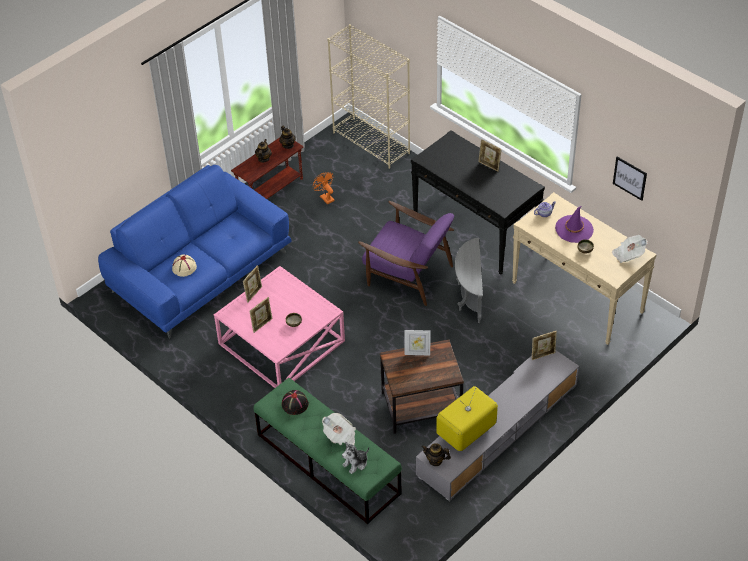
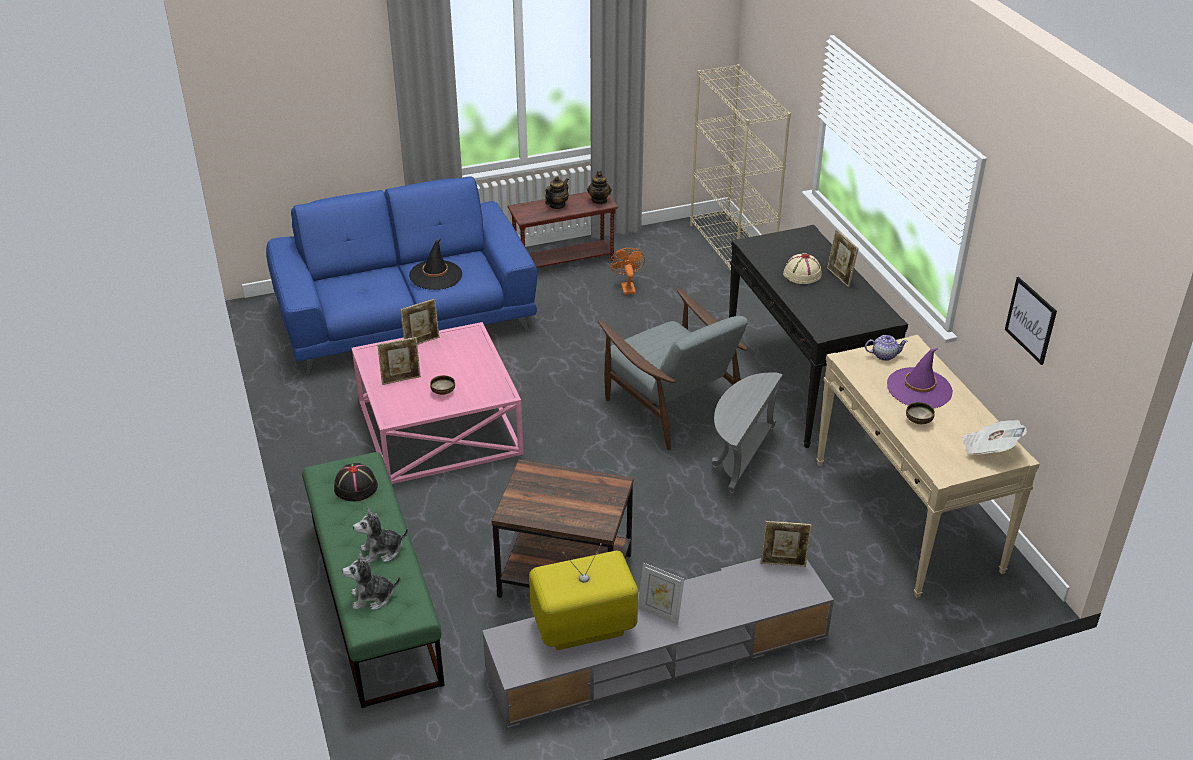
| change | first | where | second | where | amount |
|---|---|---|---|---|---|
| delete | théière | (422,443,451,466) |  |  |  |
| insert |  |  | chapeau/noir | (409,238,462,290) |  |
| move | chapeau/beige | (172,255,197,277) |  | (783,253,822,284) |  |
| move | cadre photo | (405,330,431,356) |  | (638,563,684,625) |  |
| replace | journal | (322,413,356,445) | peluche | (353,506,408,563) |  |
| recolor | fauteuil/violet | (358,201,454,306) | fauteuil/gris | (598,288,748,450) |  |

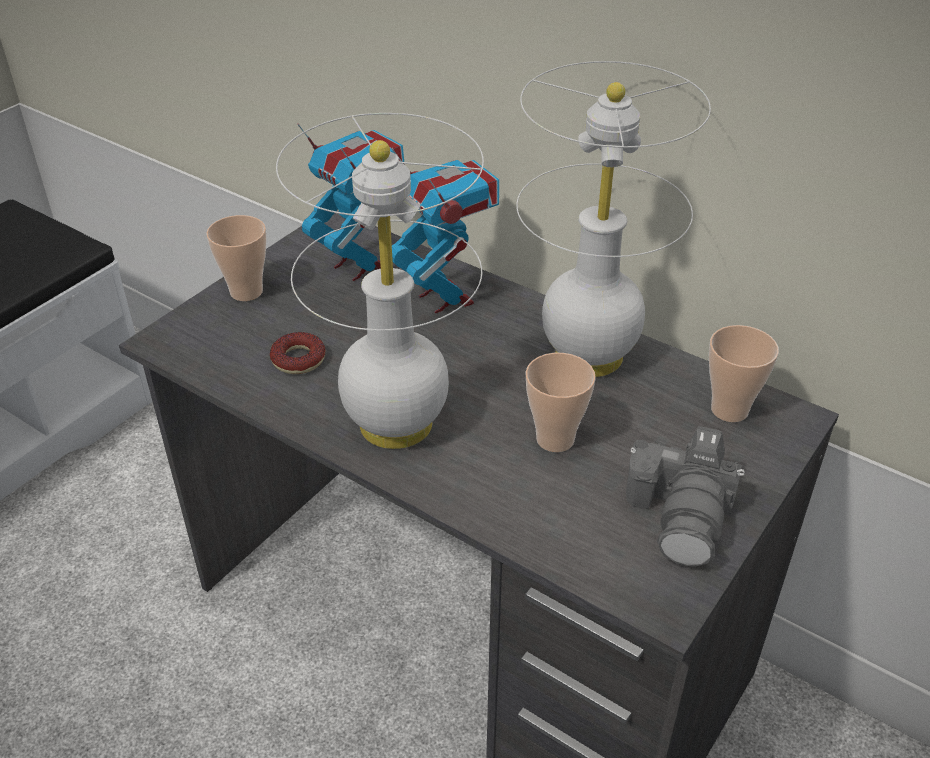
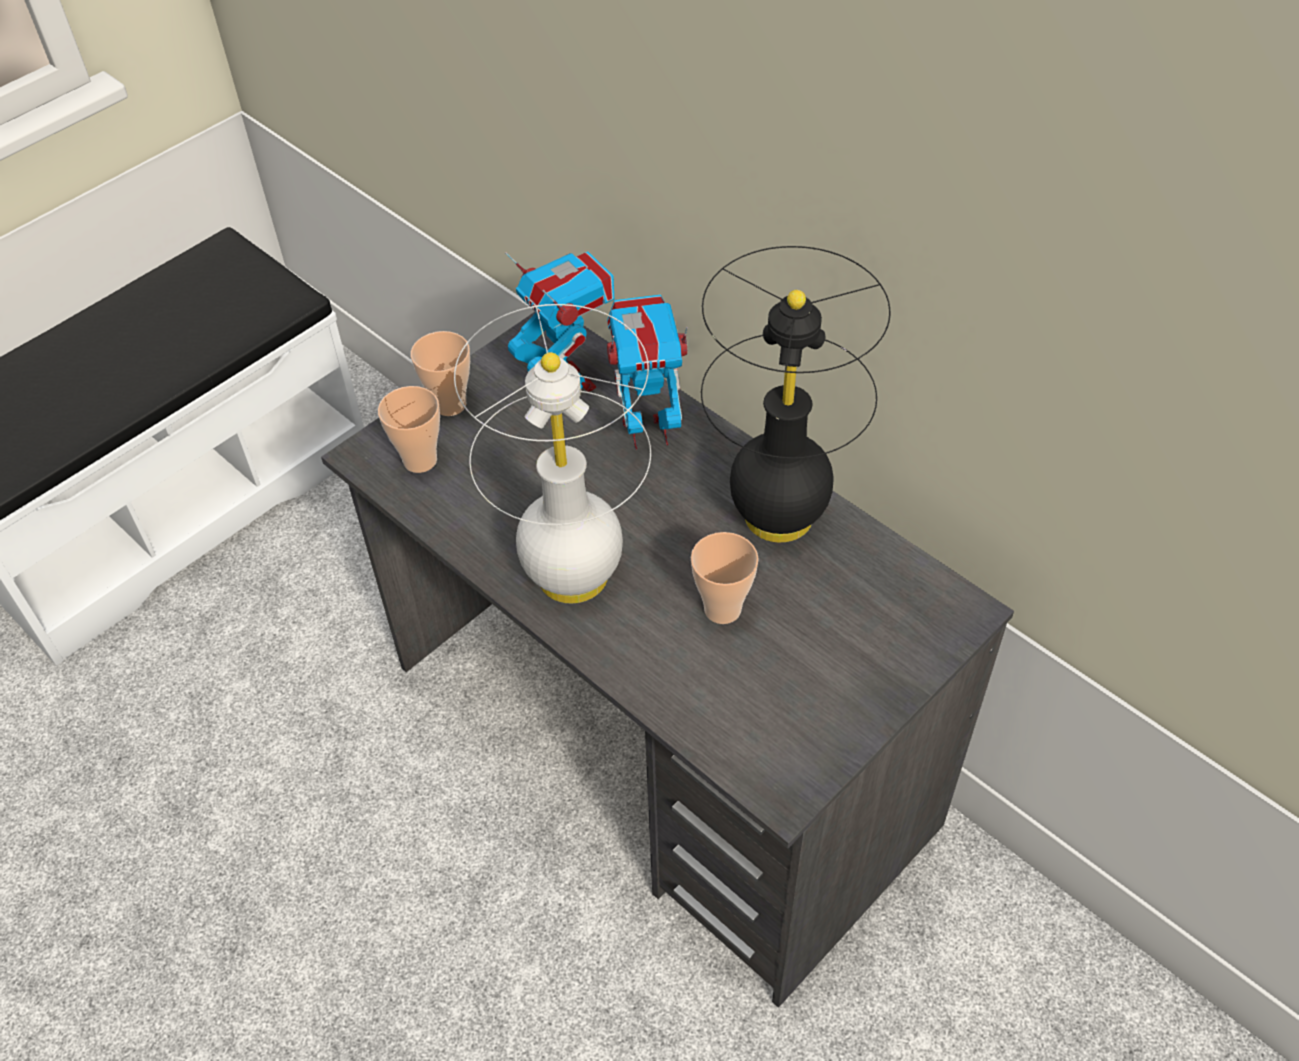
| change | first | where | second | where | amount |
|---|---|---|---|---|---|
| delete | beignet | (270,332,325,374) |  |  |  |
| delete | appareil photo | (626,426,745,567) |  |  |  |
| move | tasse | (709,325,779,422) |  | (378,386,440,473) |  |
| recolor | lampe de table/blanc | (516,61,711,377) | lampe de table/noir | (701,246,891,542) |  |
| rotate | robot jouet | (391,148,499,313) |  | (607,295,688,450) | 75 degrees counterclockwise |

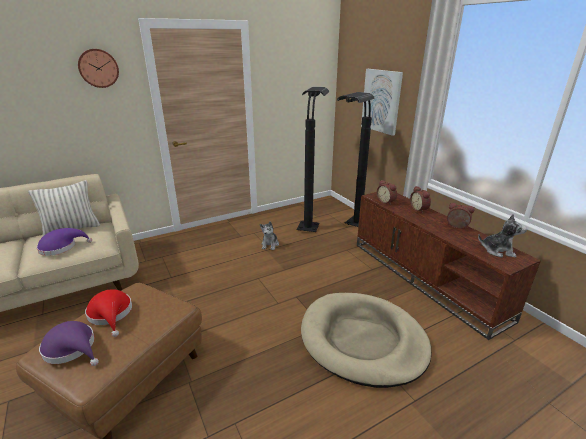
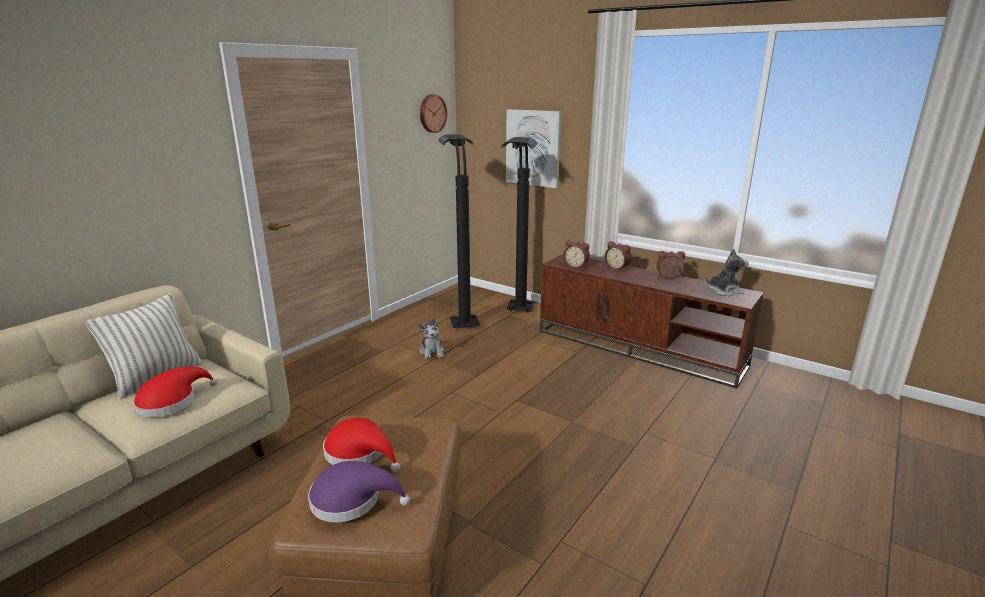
| change | first | where | second | where | amount |
|---|---|---|---|---|---|
| delete | panier pour chien/beige | (301,293,431,388) |  |  |  |
| move | horloge murale | (78,49,119,88) |  | (420,94,447,133) |  |
| recolor | chapeau/violet | (37,228,92,256) | chapeau/rouge | (133,366,218,417) |  |

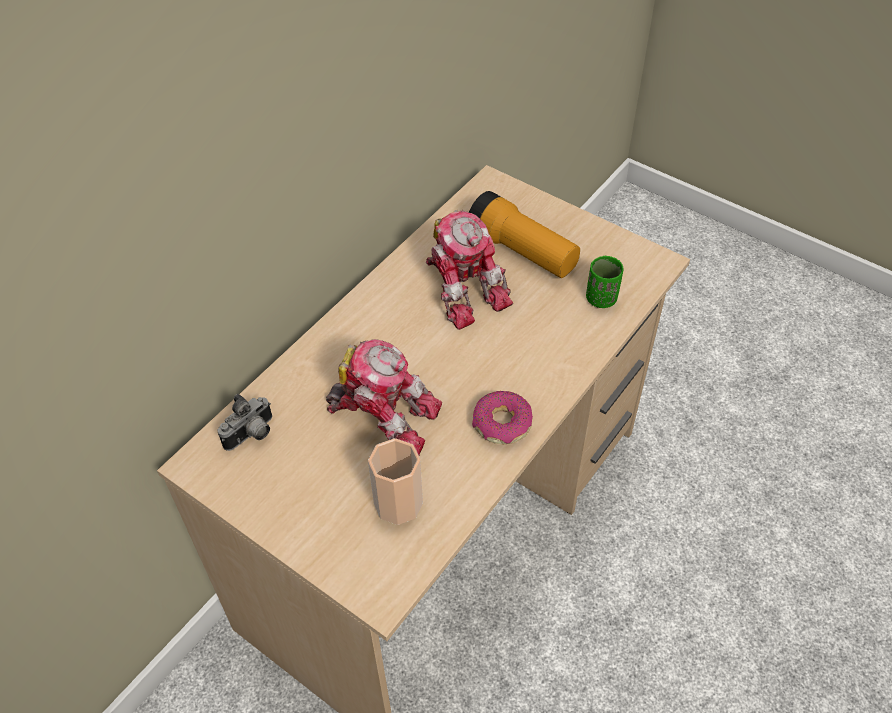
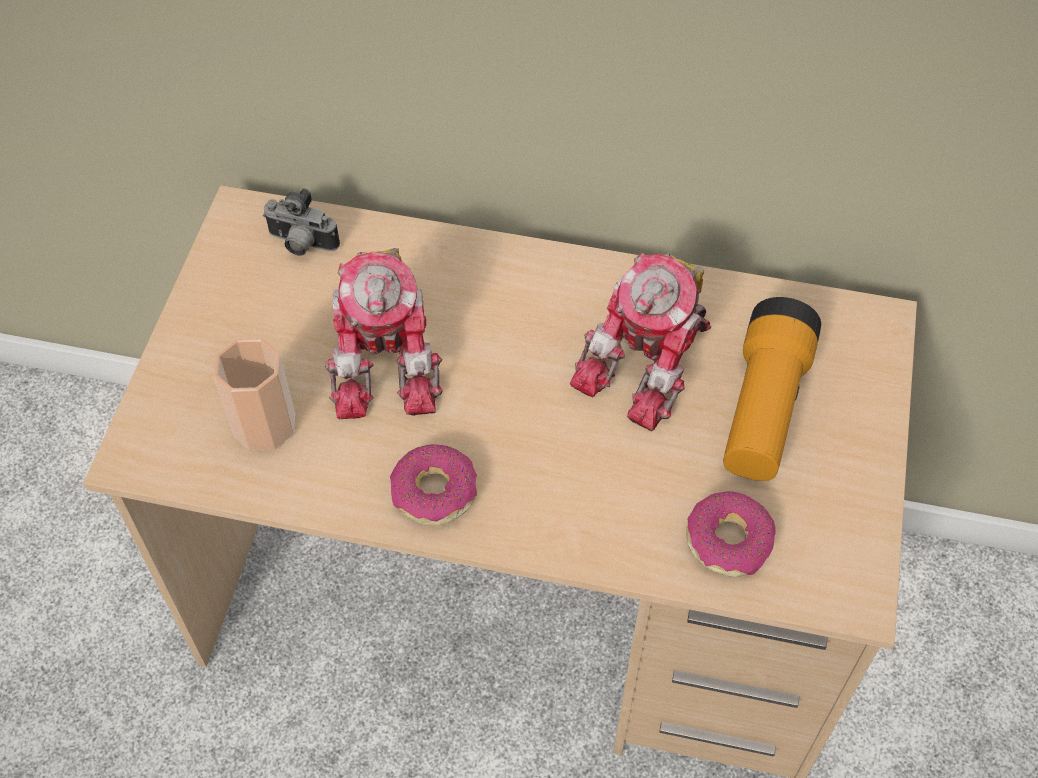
| change | first | where | second | where | amount |
|---|---|---|---|---|---|
| replace | tasse/vert | (586,255,624,308) | beignet | (686,491,776,577) |  |

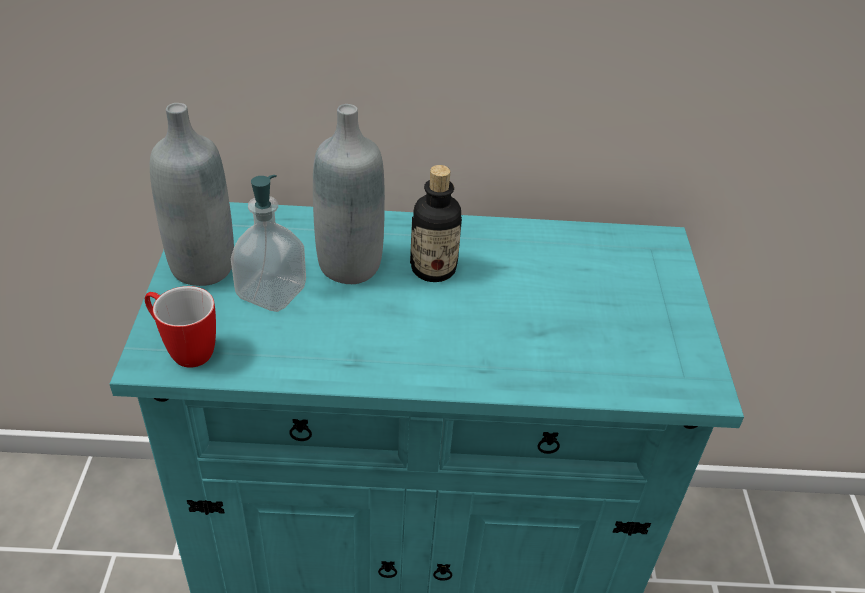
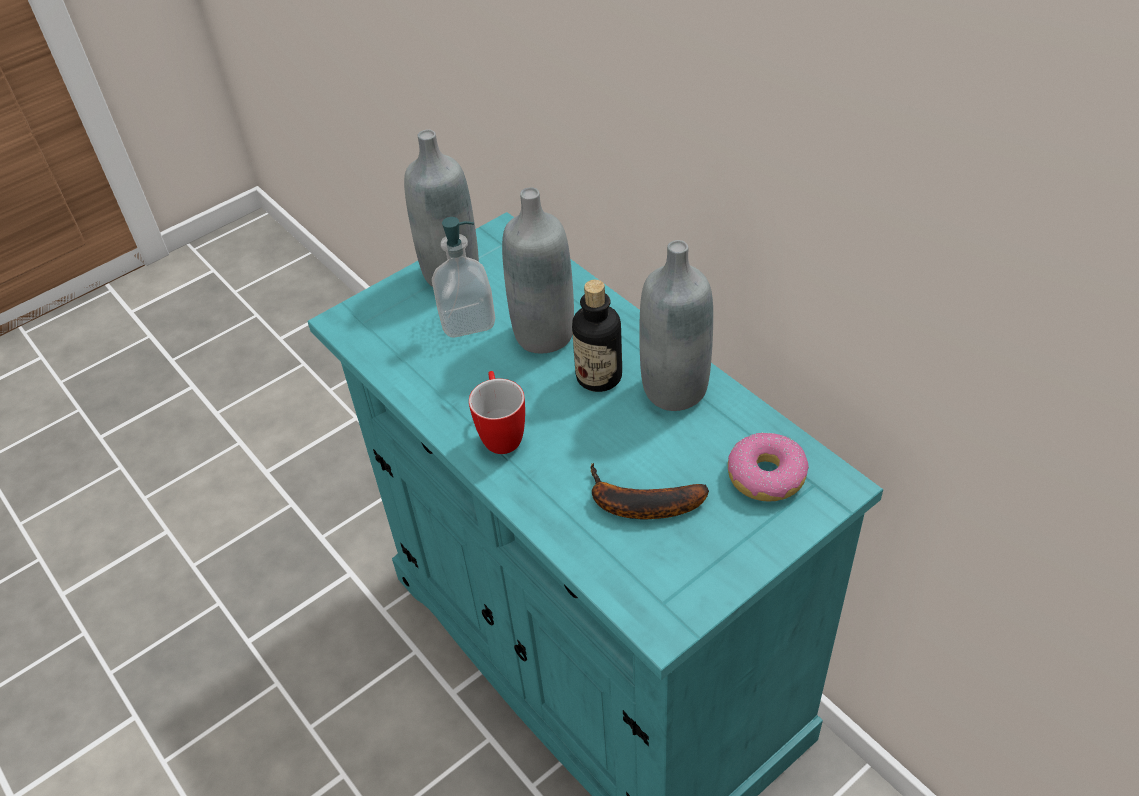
| change | first | where | second | where | amount |
|---|---|---|---|---|---|
| insert |  |  | banane | (591,463,709,519) |  |
| insert |  |  | bouteille/gris | (639,240,713,411) |  |
| insert |  |  | beignet | (728,432,809,502) |  |
| move | mug | (145,286,216,368) |  | (469,371,525,454) |  |

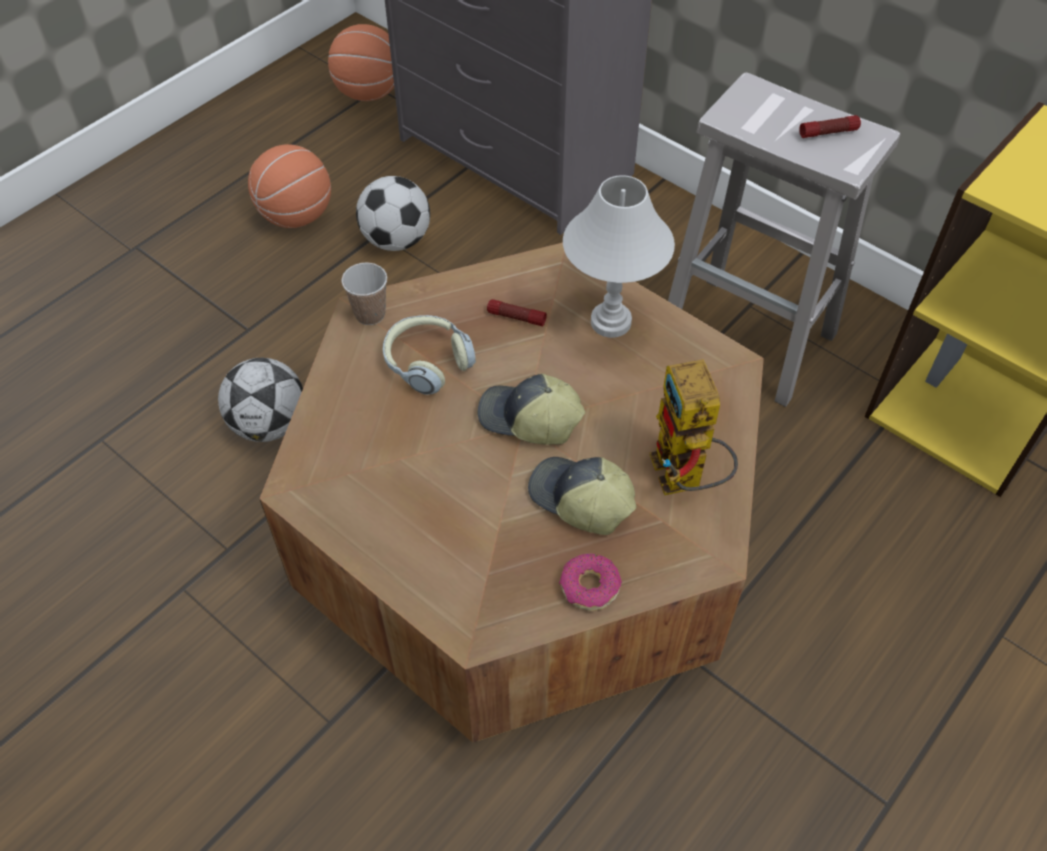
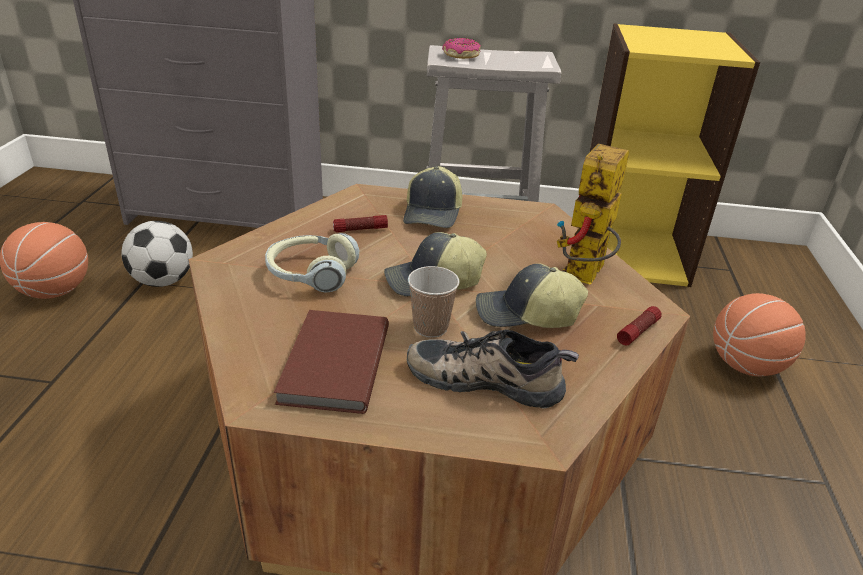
| change | first | where | second | where | amount |
|---|---|---|---|---|---|
| delete | ballon de foot | (218,358,303,442) |  |  |  |
| insert |  |  | livre/marron | (274,310,389,414) |  |
| insert |  |  | chaussure | (407,329,579,409) |  |
| move | ballon de basket | (328,24,394,101) |  | (713,293,806,377) |  |
| move | tasse | (341,262,387,325) |  | (408,266,459,338) |  |
| move | beignet | (559,553,622,611) |  | (442,38,481,59) |  |
| move | lampe de poche | (799,115,861,138) |  | (617,306,662,345) |  |
| replace | lampe de table/blanc | (563,175,675,338) | casquette | (403,166,462,228) |  |
| rotate | robot jouet | (649,359,738,495) |  | (557,144,629,285) | 75 degrees clockwise |

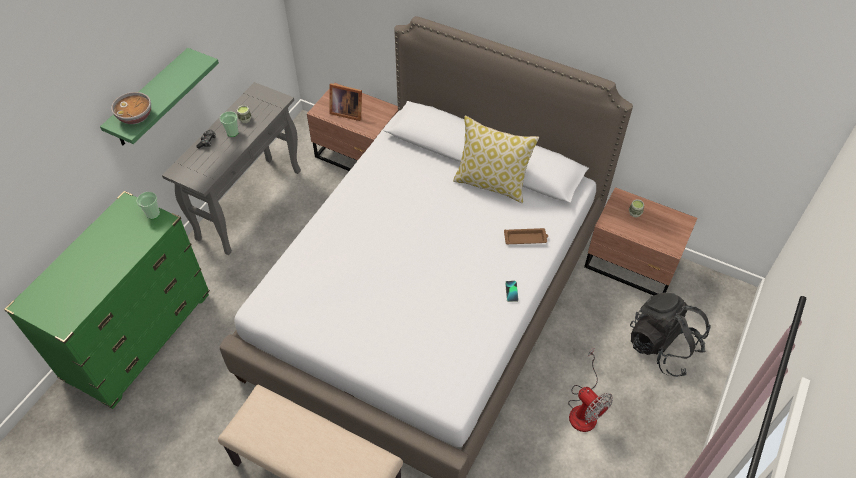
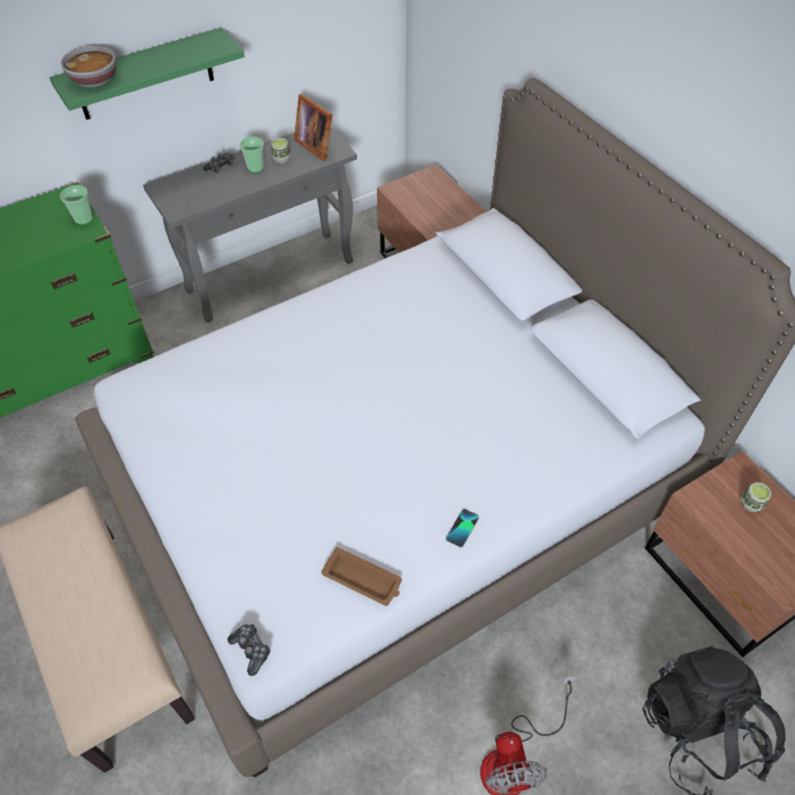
| change | first | where | second | where | amount |
|---|---|---|---|---|---|
| delete | coussin | (453,116,539,203) |  |  |  |
| insert |  |  | manette | (227,624,271,676) |  |
| move | cadre photo | (329,83,362,121) |  | (294,94,333,161) |  |
| move | plateau/marron | (504,228,548,244) |  | (321,547,402,606) |  |

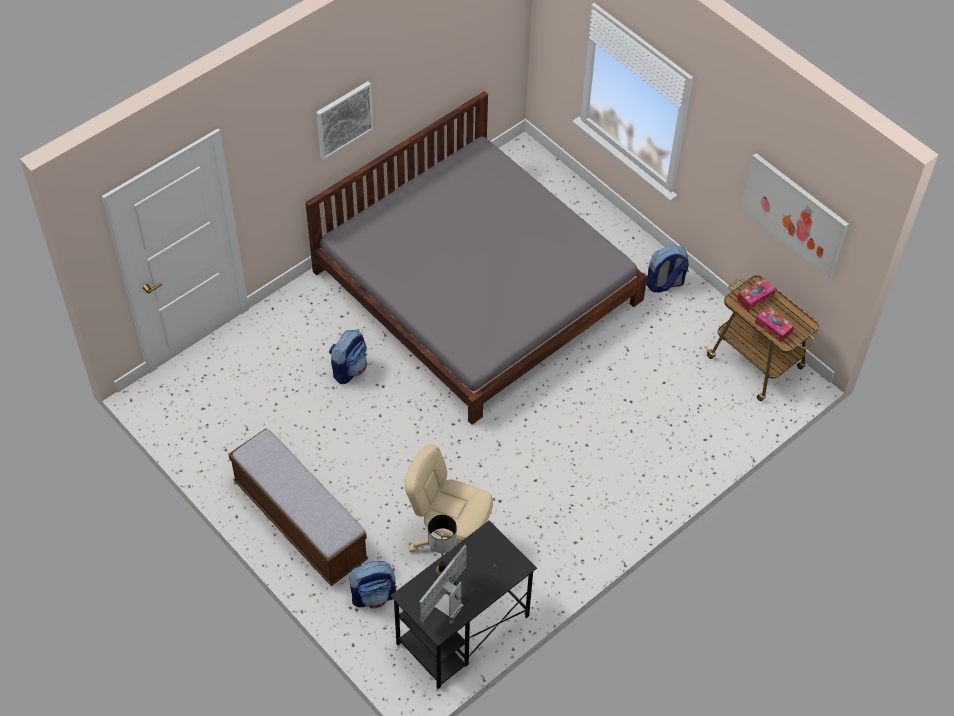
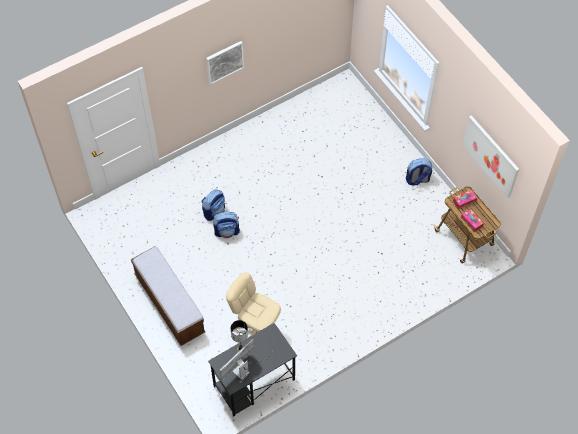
| change | first | where | second | where | amount |
|---|---|---|---|---|---|
| delete | lit/gris | (305,91,647,425) |  |  |  |
| move | sac à dos | (349,561,396,609) |  | (213,212,240,238) |  |

